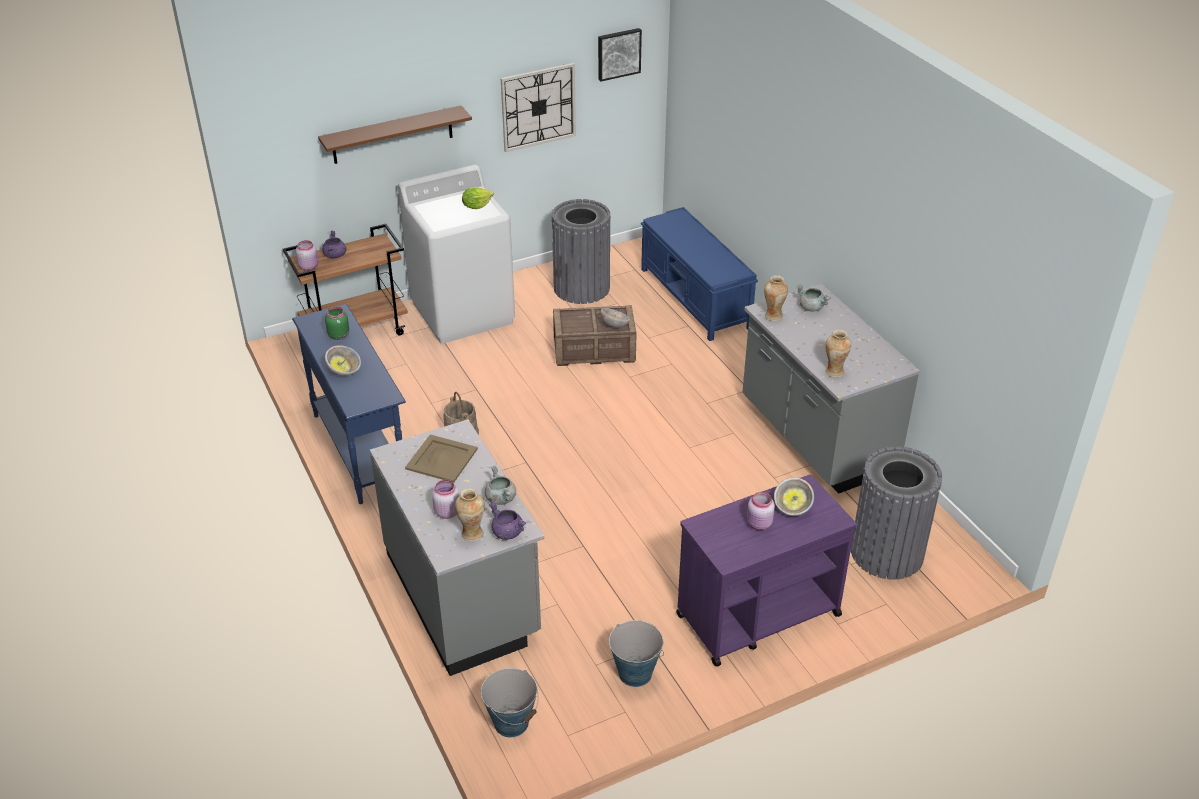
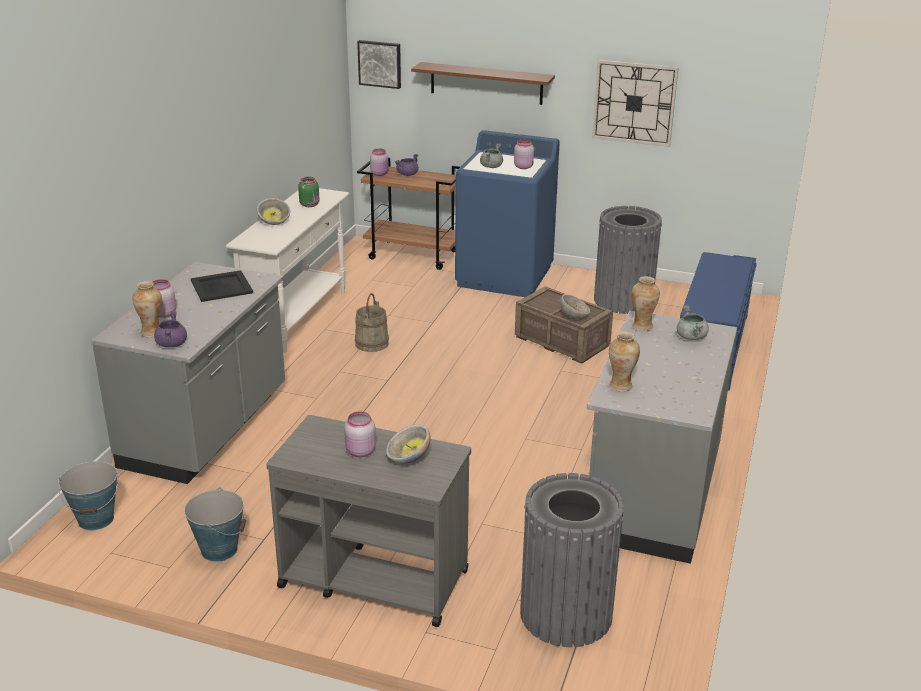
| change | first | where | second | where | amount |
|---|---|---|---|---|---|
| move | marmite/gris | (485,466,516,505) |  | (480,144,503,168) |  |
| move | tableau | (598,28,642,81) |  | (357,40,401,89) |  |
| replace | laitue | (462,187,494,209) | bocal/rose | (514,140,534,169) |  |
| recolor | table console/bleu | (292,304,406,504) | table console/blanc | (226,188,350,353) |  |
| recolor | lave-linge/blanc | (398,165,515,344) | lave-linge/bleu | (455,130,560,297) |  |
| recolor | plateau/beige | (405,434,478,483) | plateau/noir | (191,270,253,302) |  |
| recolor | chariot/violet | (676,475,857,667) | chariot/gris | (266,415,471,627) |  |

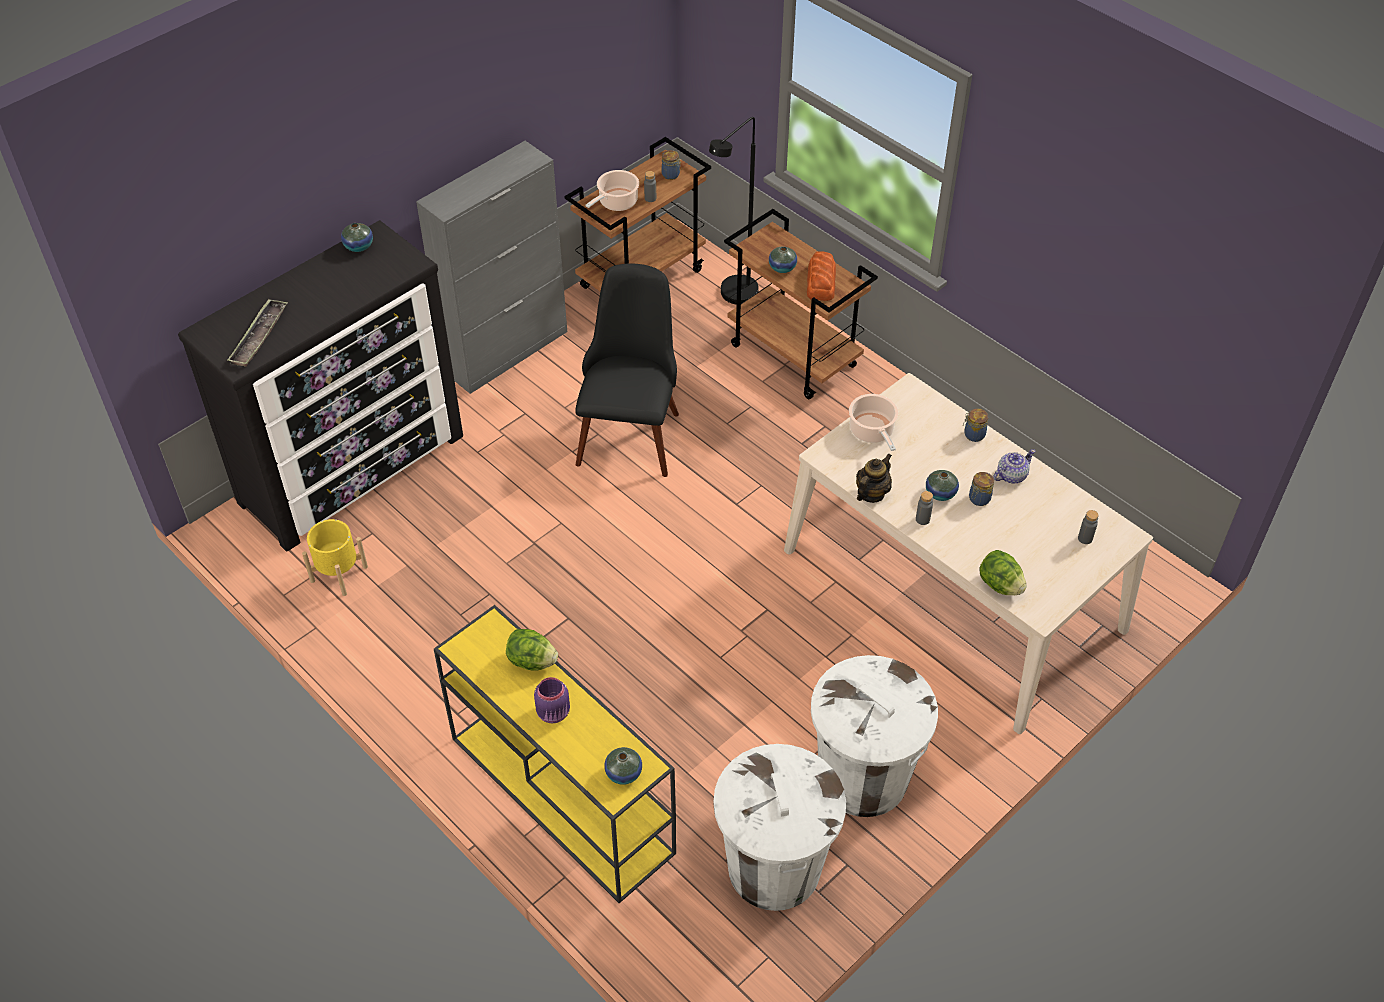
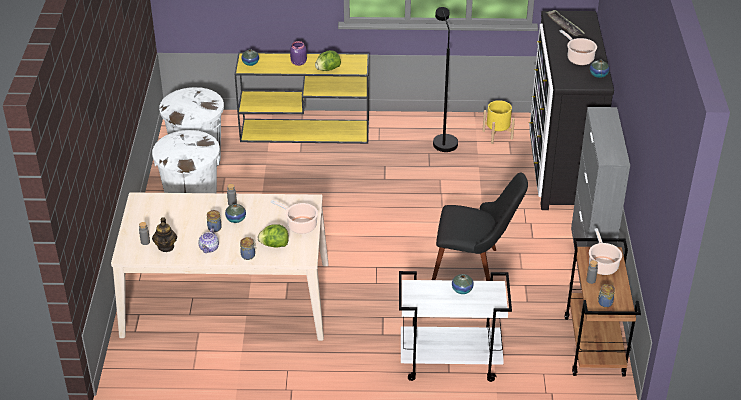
| change | first | where | second | where | amount |
|---|---|---|---|---|---|
| delete | pain | (807,251,836,301) |  |  |  |
| insert |  |  | marmite | (559,30,597,65) |  |
| move | lampadaire/noir | (709,117,759,305) |  | (433,7,458,152) |  |
| move | théière | (856,453,892,503) |  | (152,217,177,252) |  |
| move | laitue | (979,550,1027,595) |  | (258,224,289,248) |  |
| recolor | chariot/marron | (724,209,878,399) | chariot/blanc | (399,271,512,382) |  |
| rotate | chaise/noir | (575,264,679,477) |  | (432,172,528,281) | 45 degrees counterclockwise |

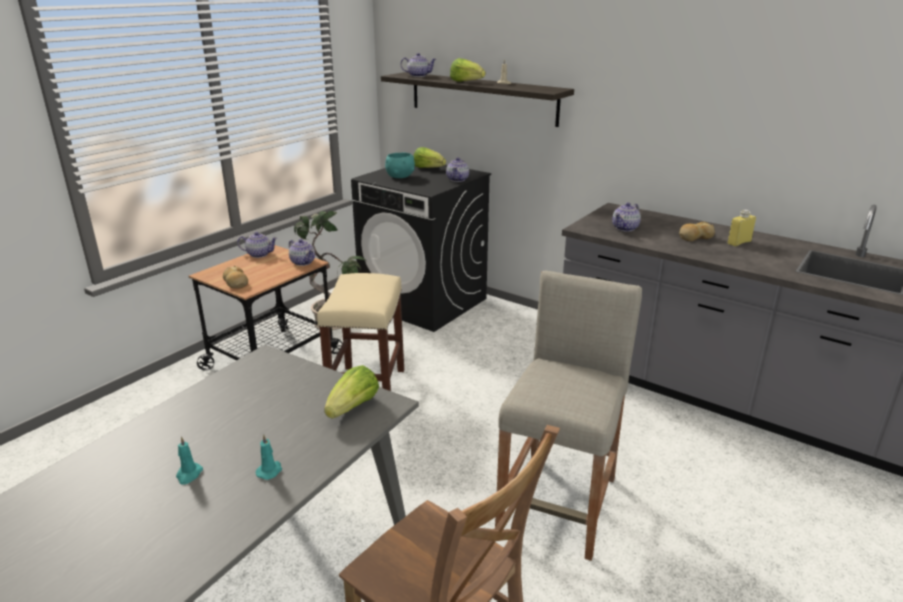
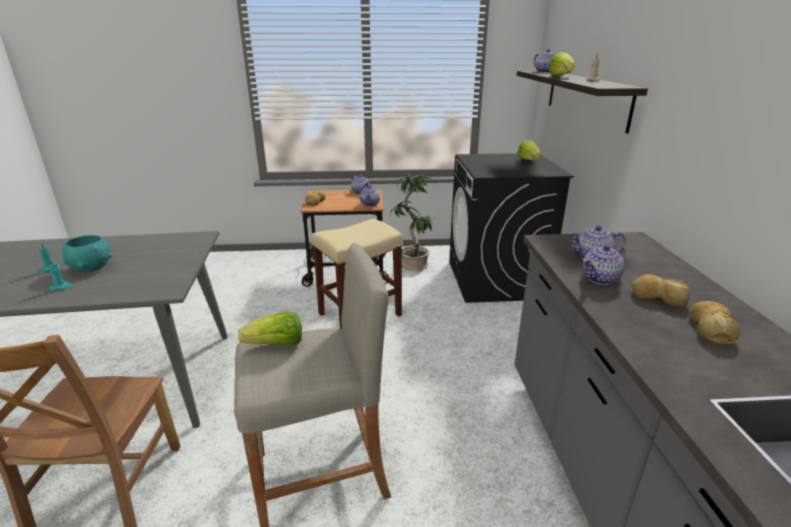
| change | first | where | second | where | amount |
|---|---|---|---|---|---|
| move | laitue | (324,365,379,419) |  | (238,311,302,346) |  |
| move | bol/turquoise | (385,153,415,178) |  | (62,235,113,272) |  |
| move | théière | (446,157,469,182) |  | (582,245,625,285) |  |
| replace | bouteille/jaune | (728,210,756,246) | pain | (689,301,740,345) |  |

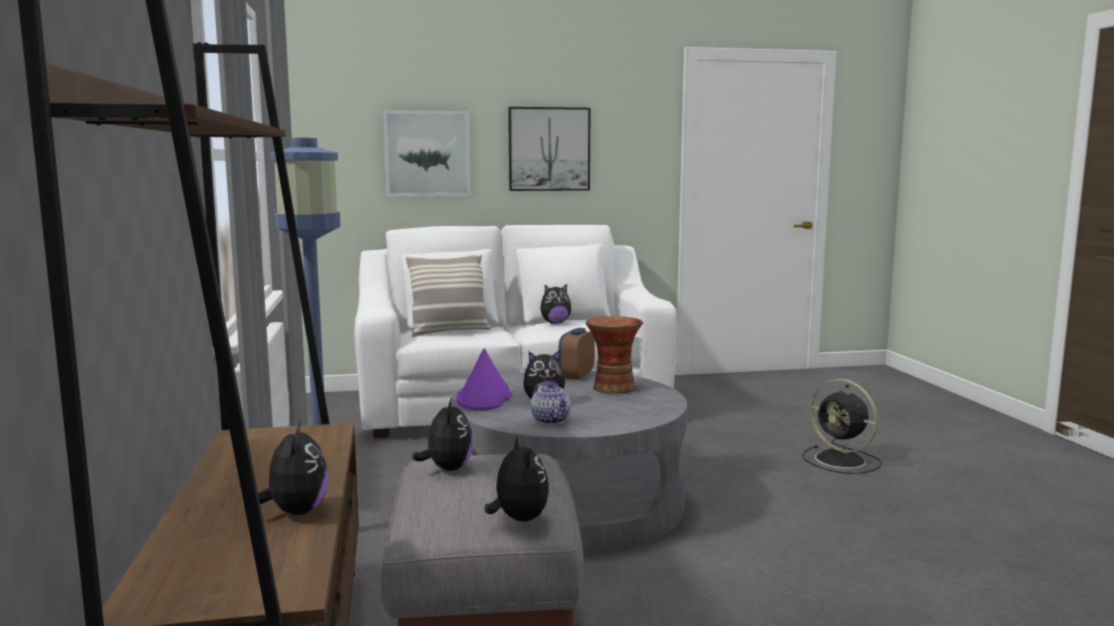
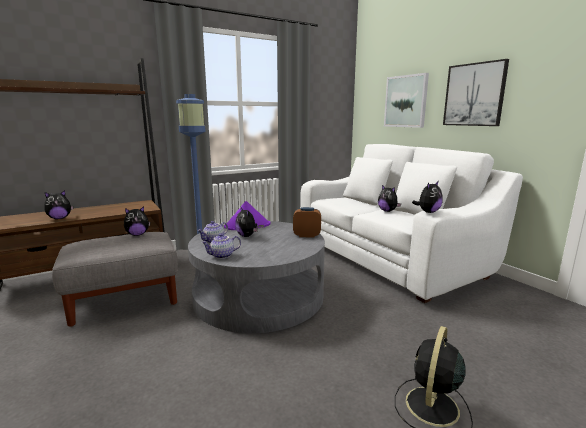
| change | first | where | second | where | amount |
|---|---|---|---|---|---|
| delete | coussin | (405,254,491,337) |  |  |  |
| delete | vase | (586,316,643,394) |  |  |  |
| insert |  |  | théière | (201,234,241,259) |  |
| move | peluche | (484,435,549,522) |  | (412,182,443,213) |  |

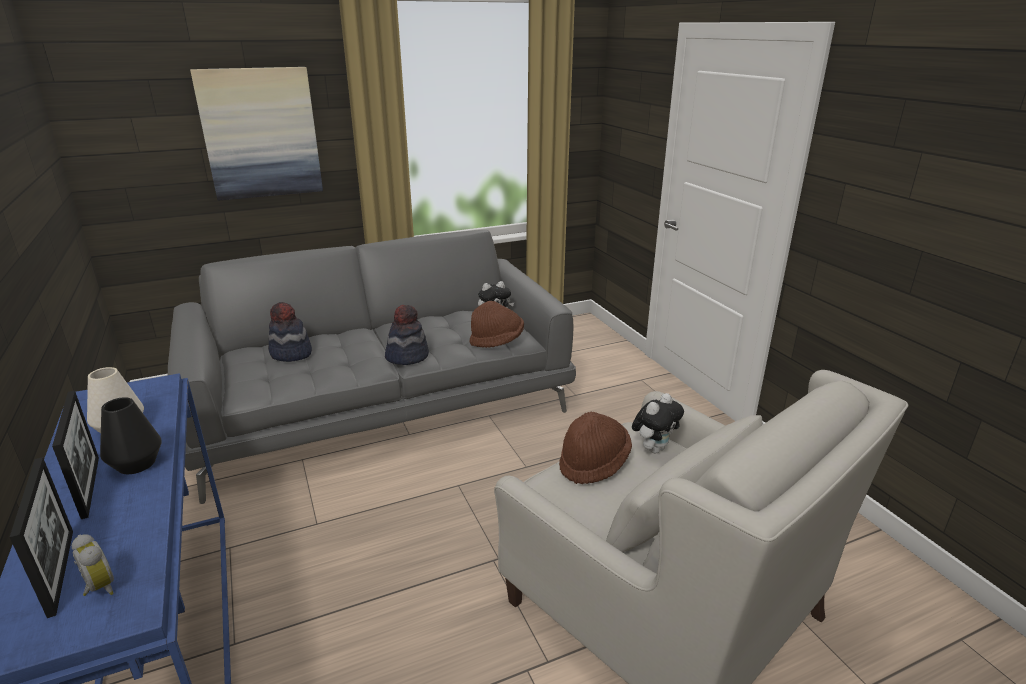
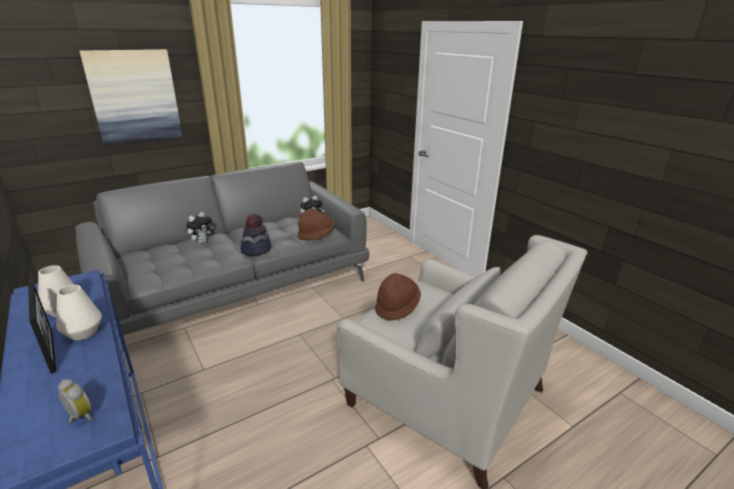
| change | first | where | second | where | amount |
|---|---|---|---|---|---|
| delete | cadre photo | (10,457,73,618) |  |  |  |
| delete | chapeau | (268,302,312,362) |  |  |  |
| move | peluche | (632,393,684,453) |  | (186,212,213,244) |  |
| recolor | vase/noir | (100,397,162,474) | vase/blanc | (56,285,102,340) |  |

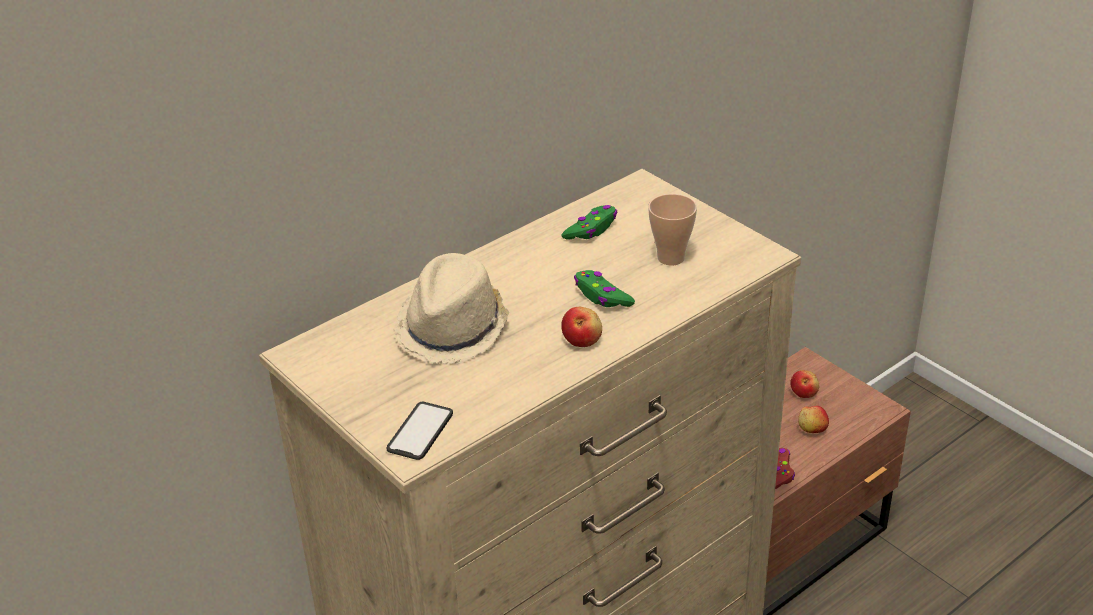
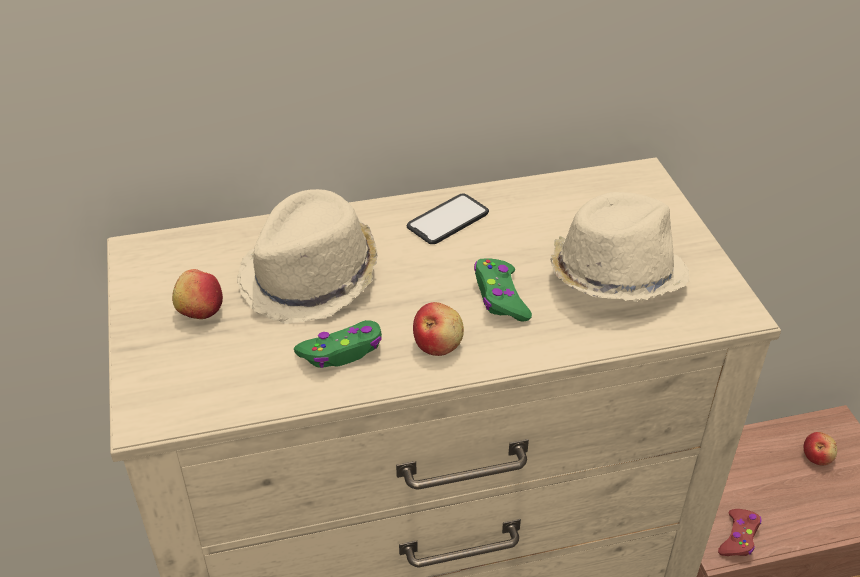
| change | first | where | second | where | amount |
|---|---|---|---|---|---|
| move | téléphone | (387,402,453,460) |  | (407,194,489,244) |  |
| move | manette/vert | (561,205,617,240) |  | (294,320,382,368) |  |
| move | pomme | (798,406,829,433) |  | (172,269,223,319) |  |
| replace | tasse | (648,194,697,266) | chapeau/beige | (550,192,689,302) |  |

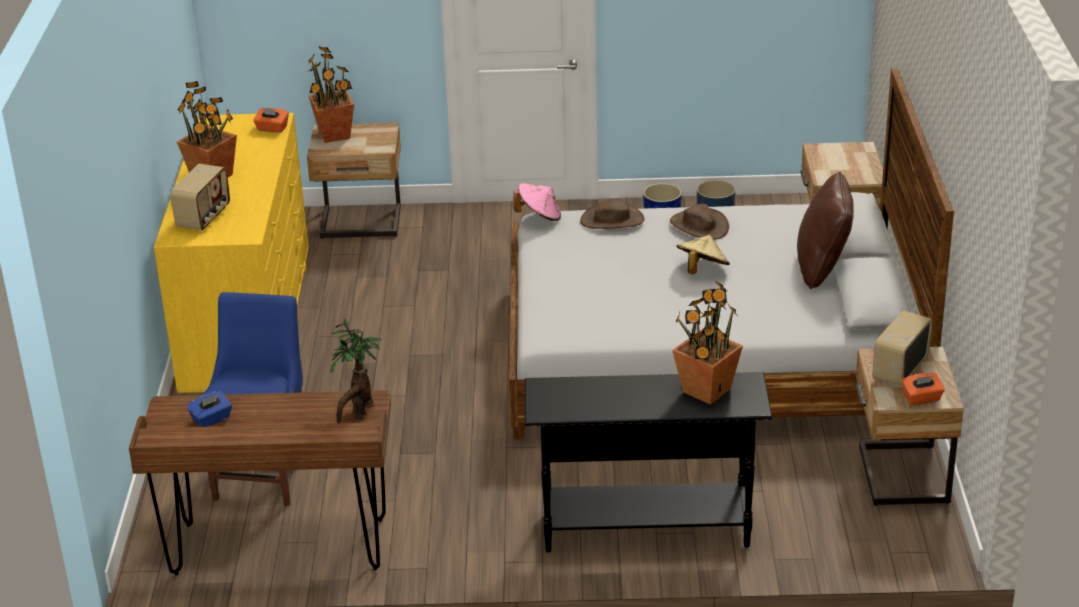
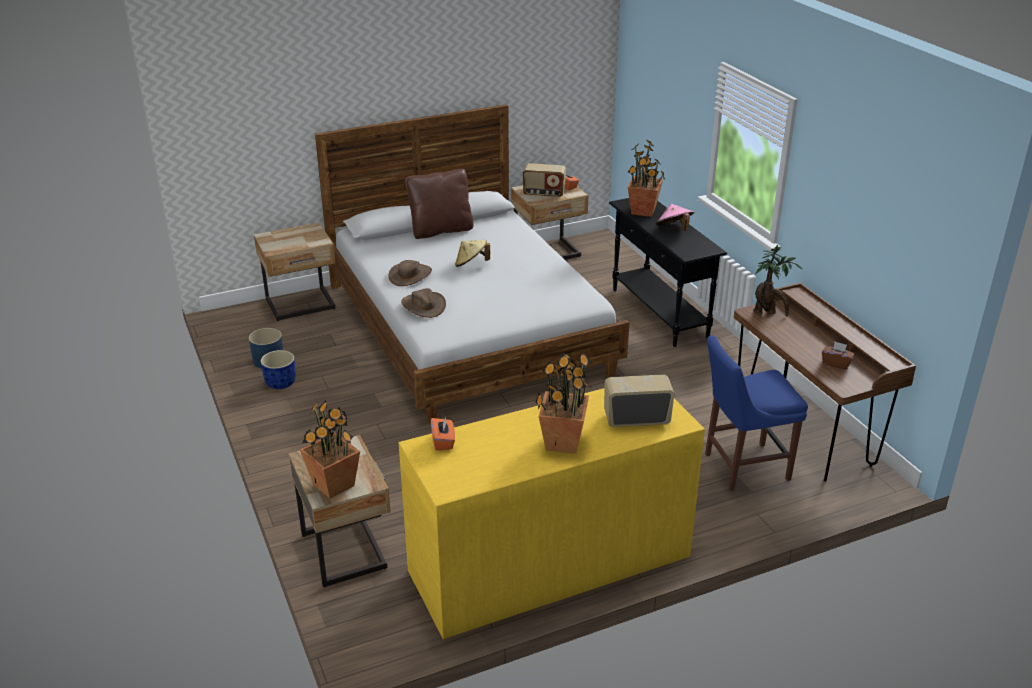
| change | first | where | second | where | amount |
|---|---|---|---|---|---|
| move | chapeau/rose | (513,183,561,221) |  | (656,204,694,231) |  |
| recolor | boîte à mouchoirs/bleu | (187,391,232,427) | boîte à mouchoirs/marron | (822,342,855,370) |  |

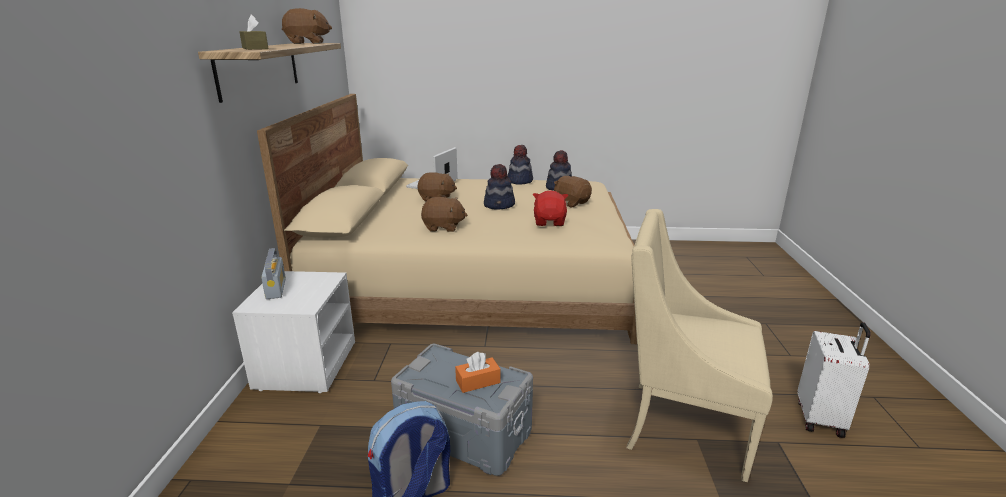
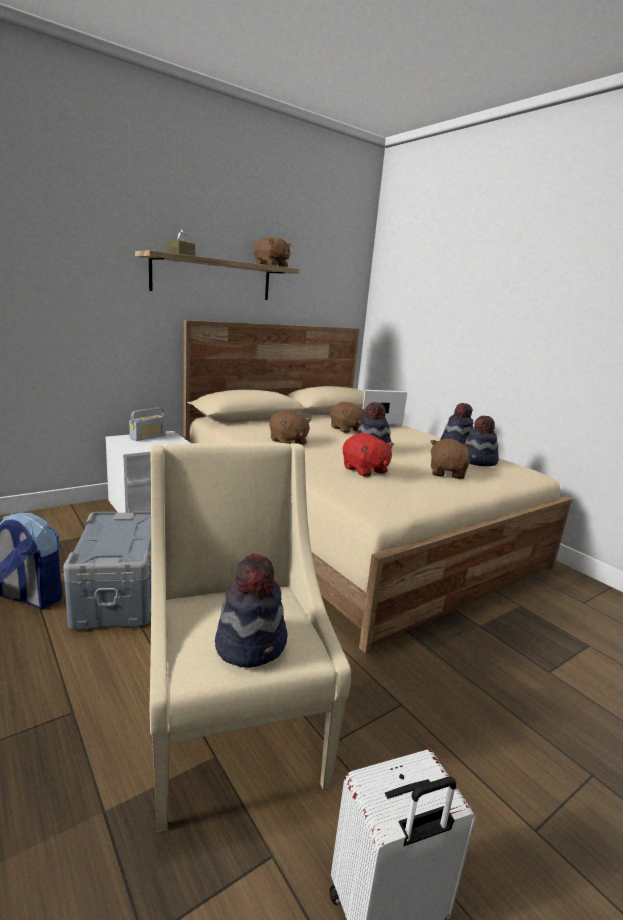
| change | first | where | second | where | amount |
|---|---|---|---|---|---|
| delete | boîte à mouchoirs/orange | (455,352,501,393) |  |  |  |
| insert |  |  | chapeau | (215,553,288,668) |  |
| rotate | peluche/rouge | (533,191,568,226) |  | (343,433,394,477) | 90 degrees clockwise |

